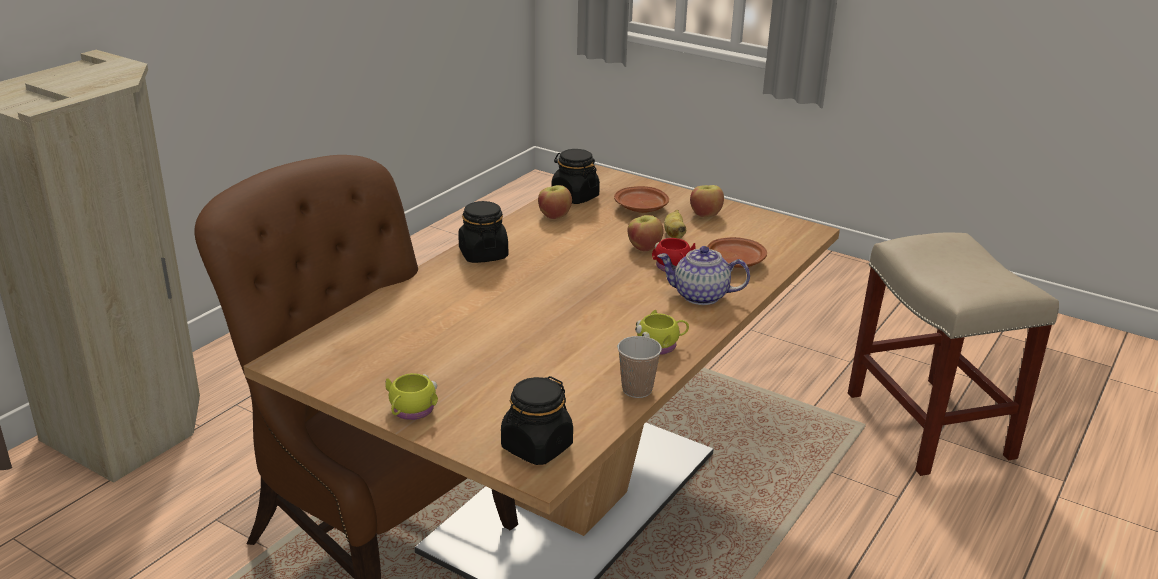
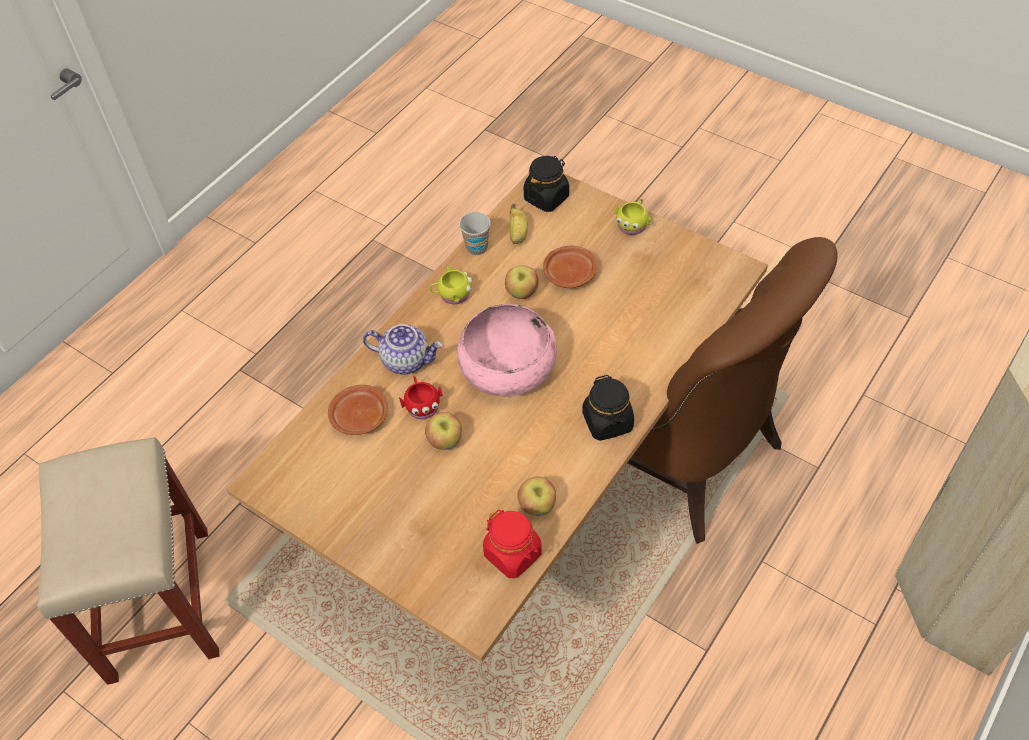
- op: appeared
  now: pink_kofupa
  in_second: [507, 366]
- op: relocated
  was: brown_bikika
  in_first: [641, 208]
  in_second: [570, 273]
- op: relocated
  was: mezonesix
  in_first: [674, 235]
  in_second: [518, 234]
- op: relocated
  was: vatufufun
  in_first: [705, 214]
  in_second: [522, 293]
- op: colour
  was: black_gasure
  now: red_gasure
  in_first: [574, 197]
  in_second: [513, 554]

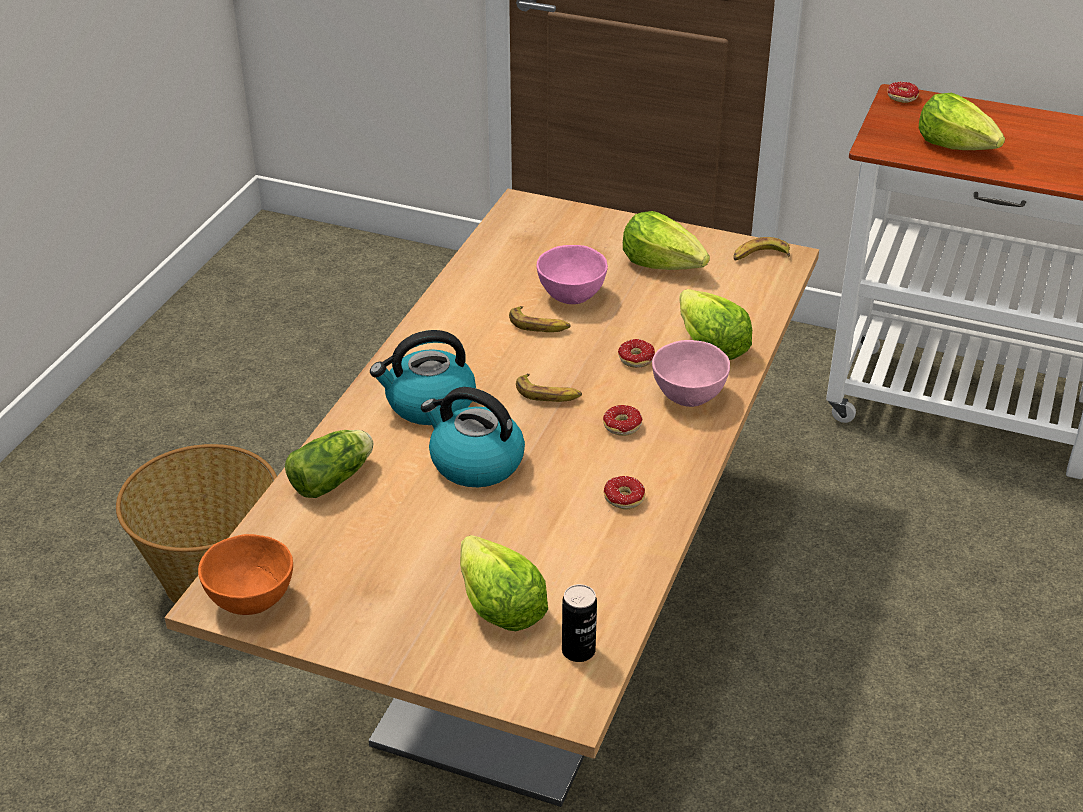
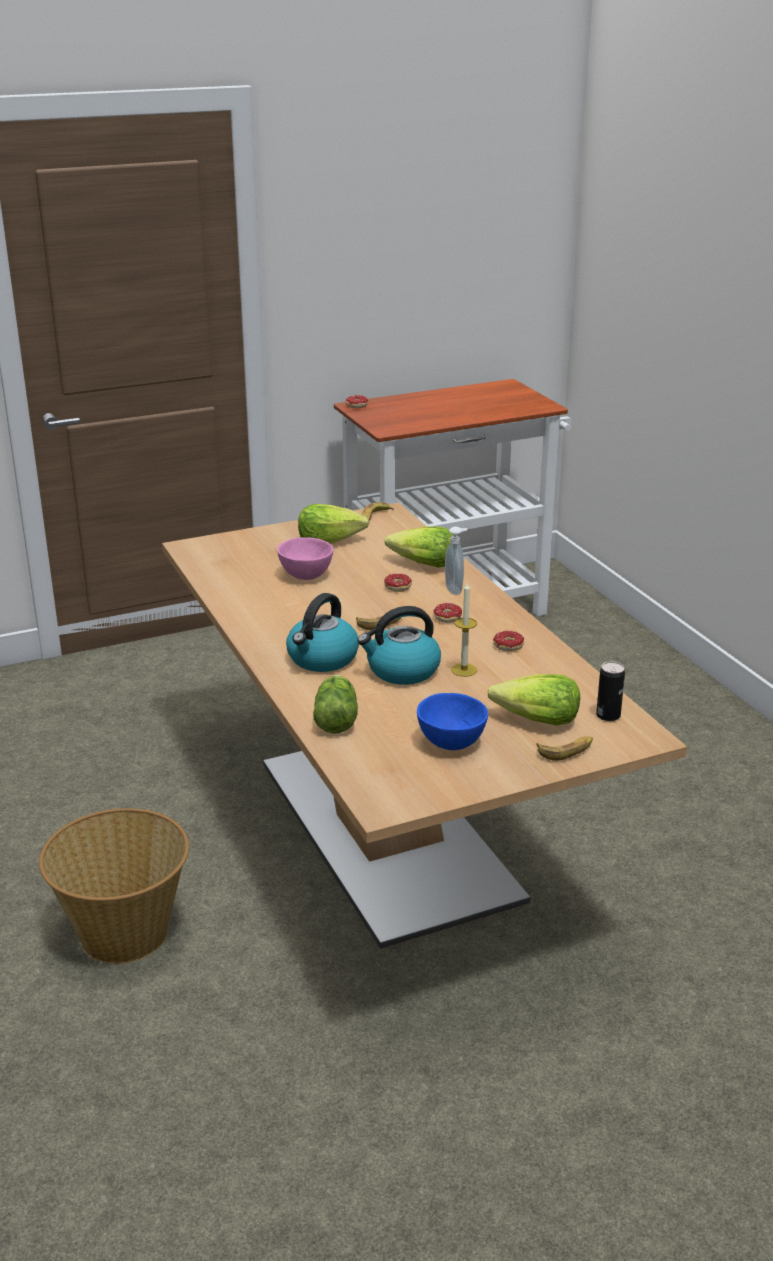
- op: missing
  was: orange_kofupa
  in_first: [250, 600]
- op: missing
  was: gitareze
  in_first: [956, 146]
- op: appeared
  now: blue_kofupa
  in_second: [450, 742]
- op: appeared
  now: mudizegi
  in_second: [464, 670]
- op: relocated
  was: mezonesix
  in_first: [539, 325]
  in_second: [566, 751]
- op: exchanged
  was: pink_kofupa
  now: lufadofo
  in_first: [689, 396]
  in_second: [455, 590]

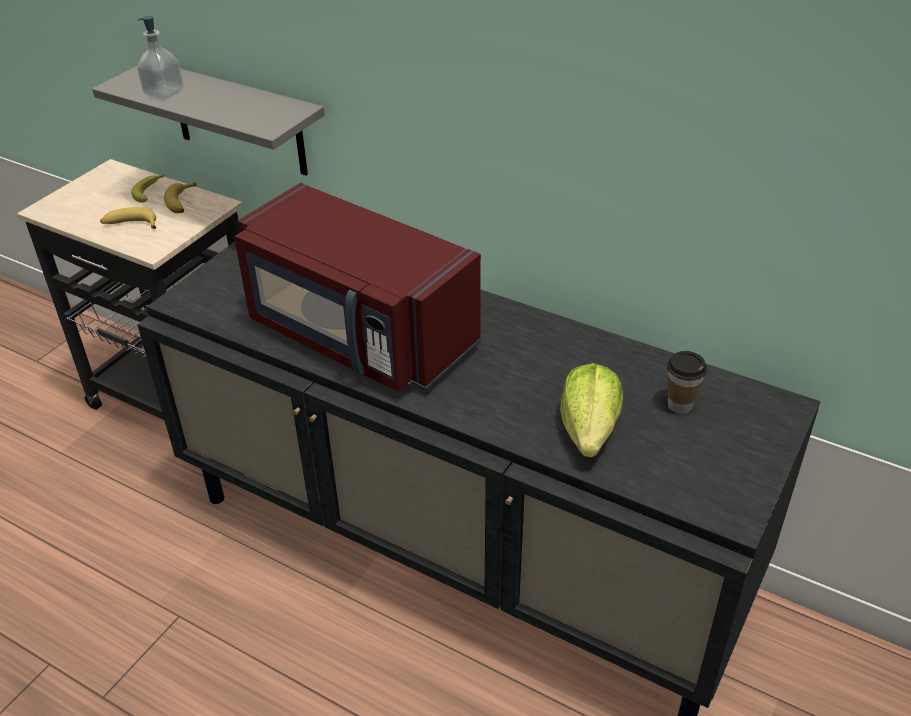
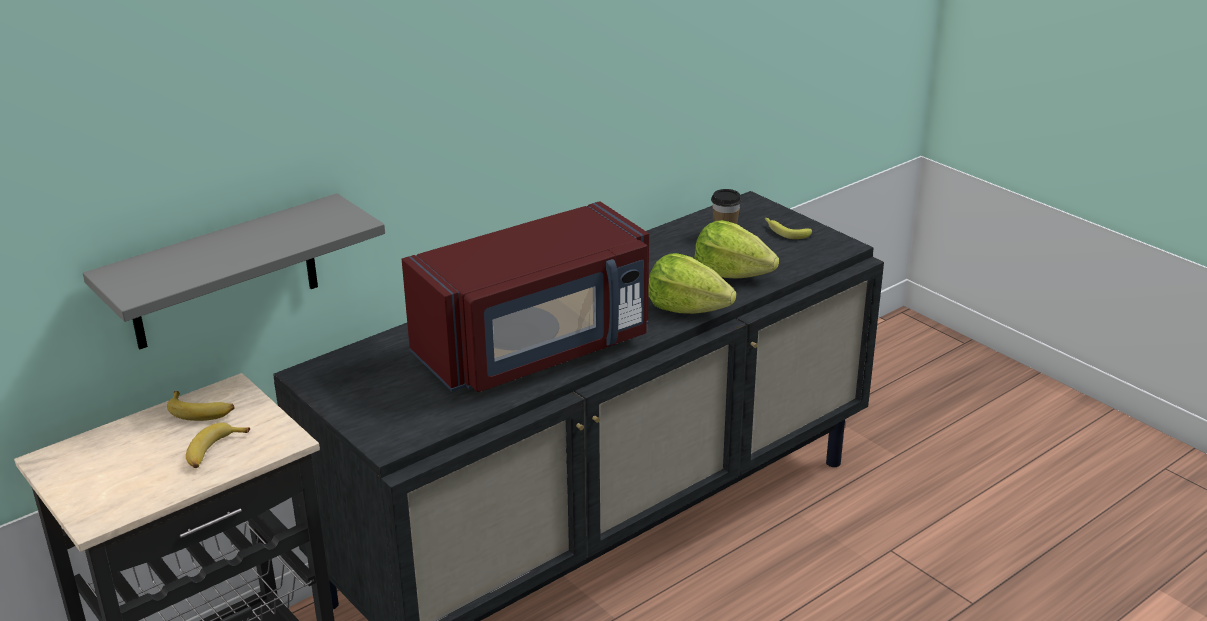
- op: missing
  was: lufadofo
  in_first: [164, 93]
- op: appeared
  now: gitareze
  in_second: [687, 308]
- op: relocated
  was: mezonesix
  in_first: [151, 191]
  in_second: [785, 231]

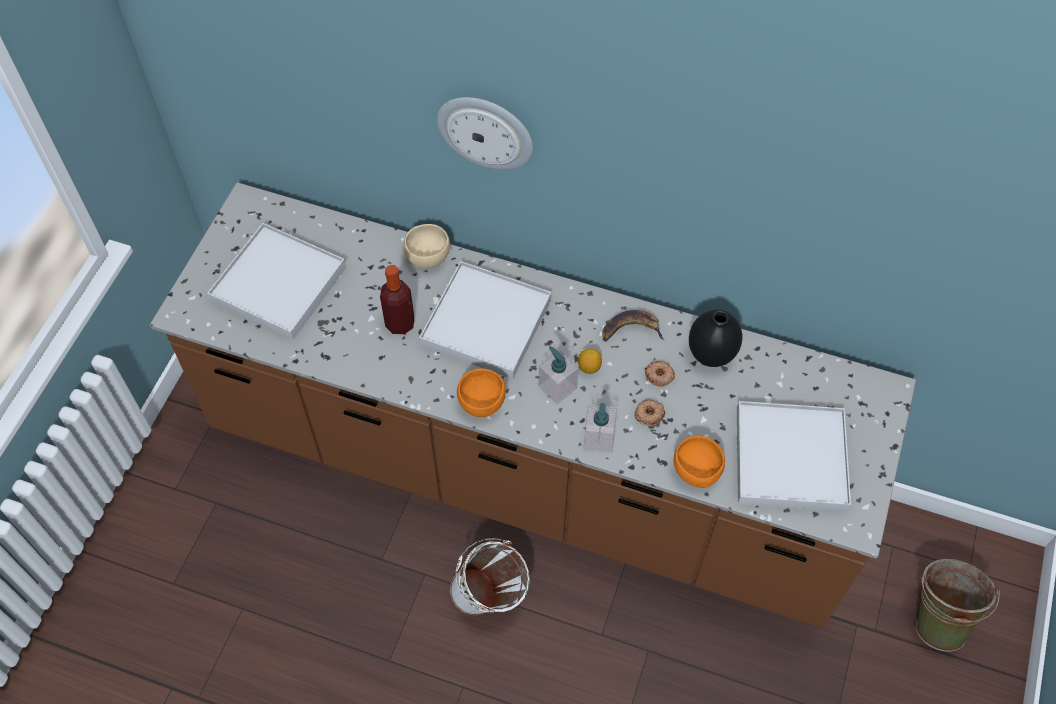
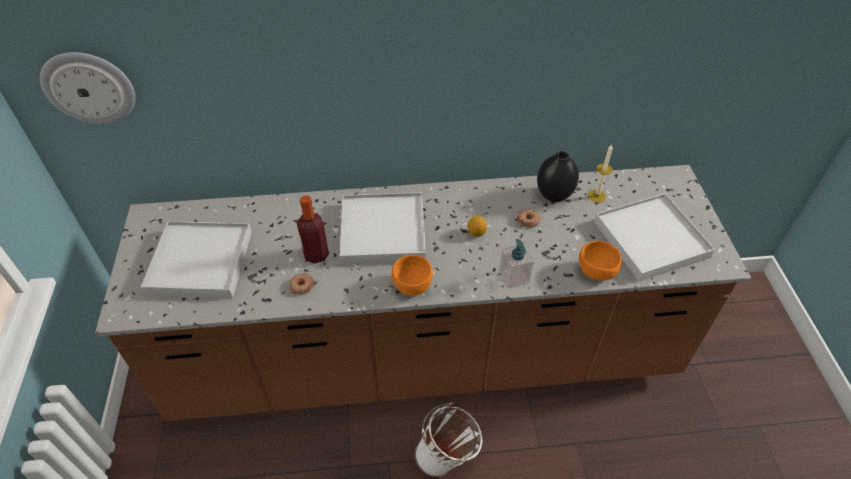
- op: missing
  was: beige_kofupa
  in_first: [427, 257]
- op: missing
  was: lufadofo
  in_first: [557, 387]
- op: missing
  was: mezonesix
  in_first: [631, 330]
- op: missing
  was: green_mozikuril
  in_first: [938, 617]
- op: appeared
  now: mudizegi
  in_second: [596, 196]
- op: relocated
  was: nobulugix
  in_first: [486, 131]
  in_second: [89, 87]
- op: relocated
  was: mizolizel
  in_first: [649, 414]
  in_second: [301, 286]

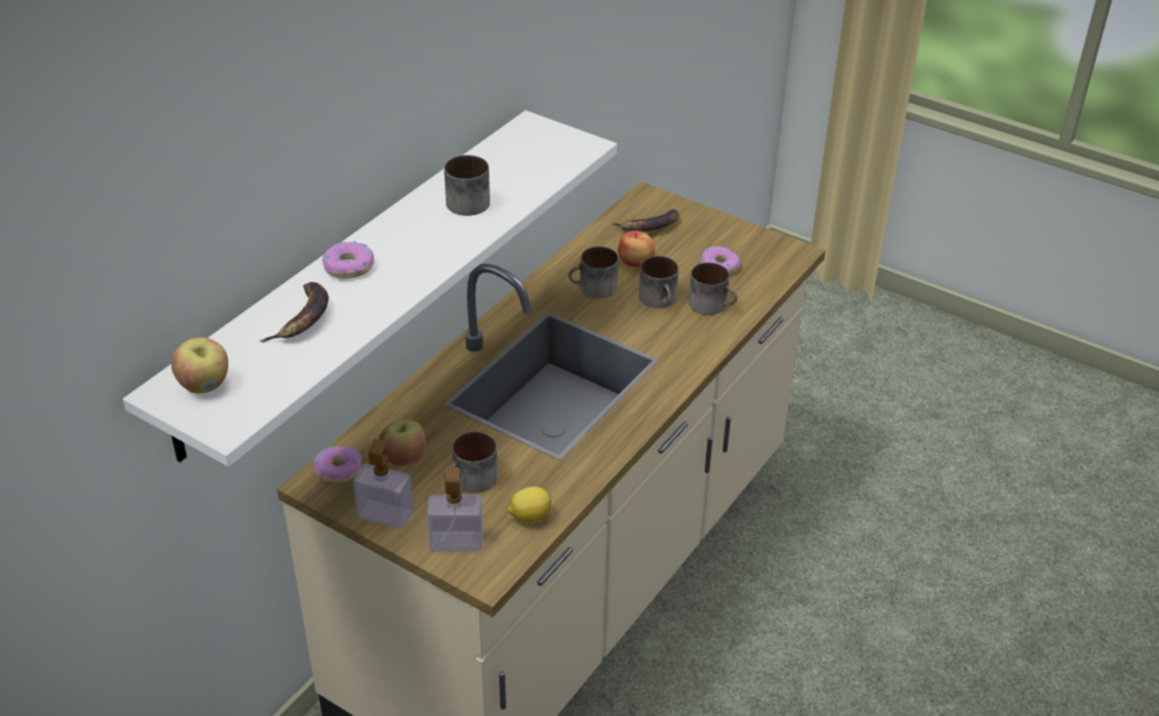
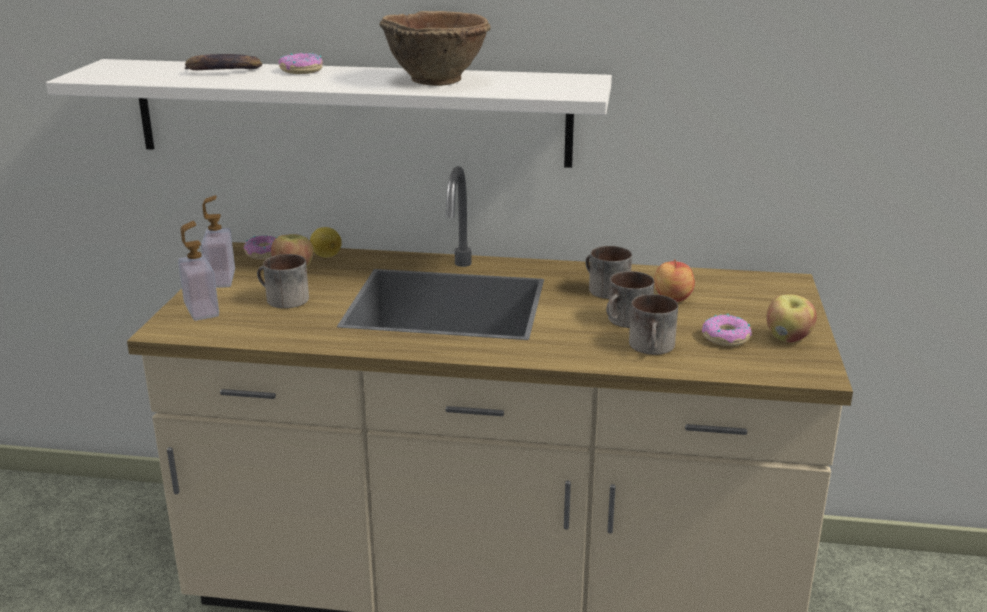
- op: missing
  was: mezonesix
  in_first: [649, 227]
- op: relocated
  was: vatufufun
  in_first: [205, 385]
  in_second: [788, 338]
- op: relocated
  was: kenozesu
  in_first: [529, 517]
  in_second: [326, 255]
- op: exchanged
  was: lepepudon
  now: brown_kofupa
  in_first: [467, 200]
  in_second: [436, 80]

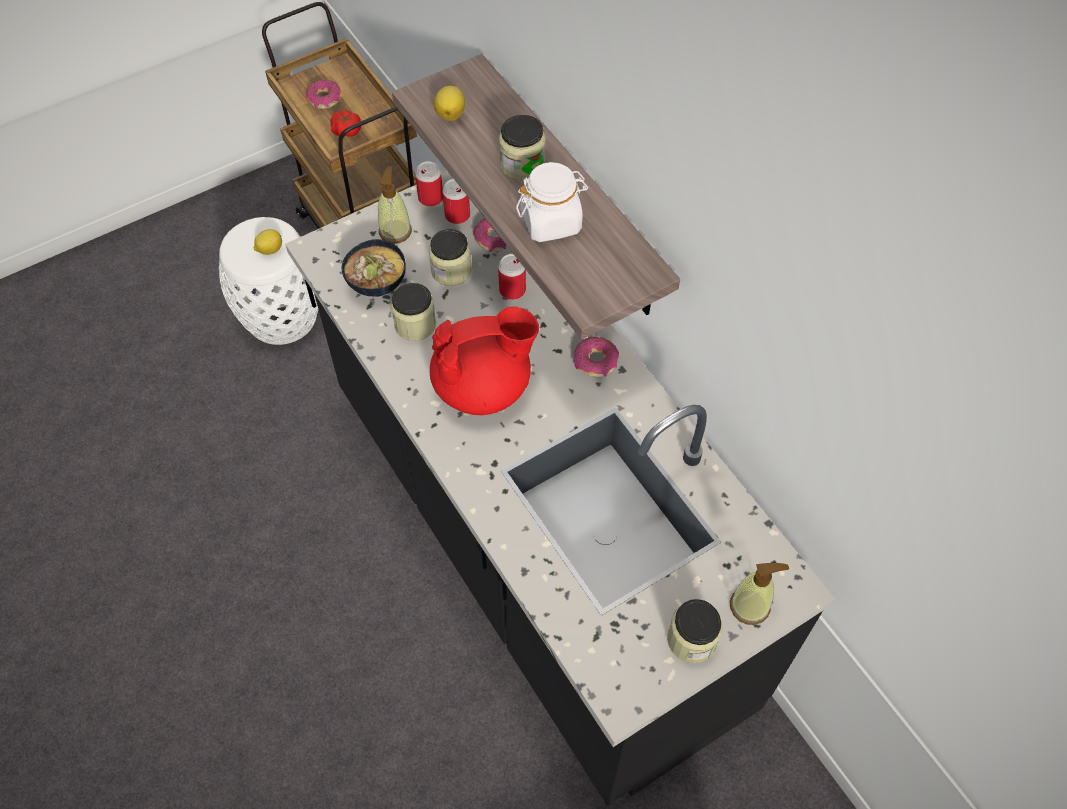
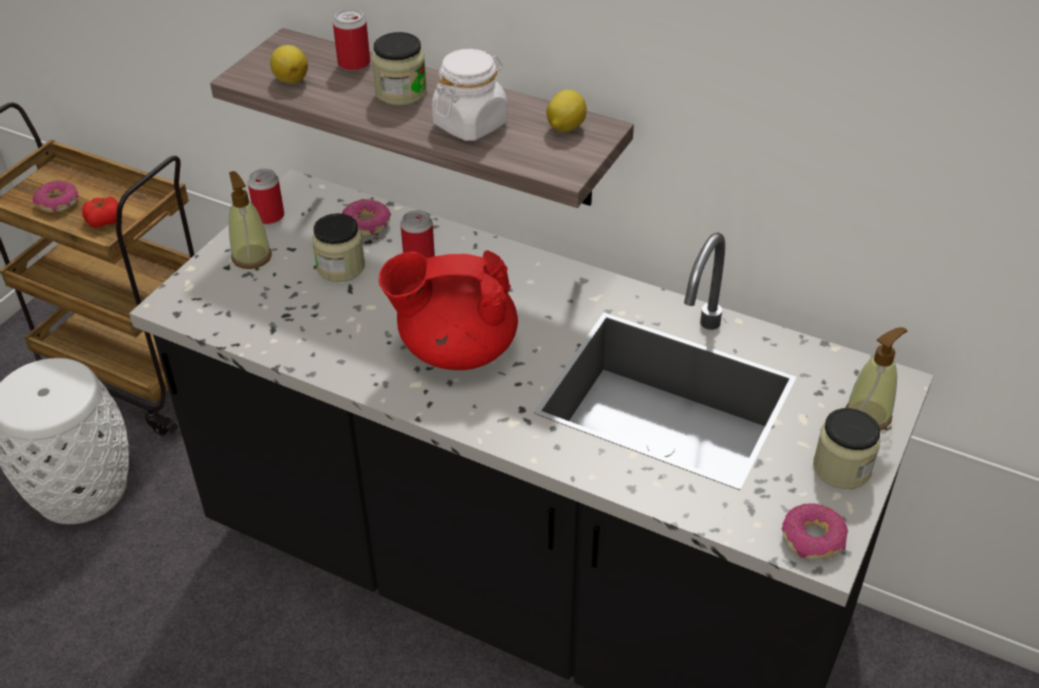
- op: missing
  was: kofupa
  in_first: [376, 284]
- op: missing
  was: gasure
  in_first: [415, 324]
- op: relocated
  was: kenozesu
  in_first: [269, 250]
  in_second: [565, 127]
- op: relocated
  was: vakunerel
  in_first: [457, 215]
  in_second: [354, 64]
- op: relocated
  was: mizolizel
  in_first: [595, 362]
  in_second: [813, 539]
- op: spun
  was: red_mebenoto
  in_first: [484, 386]
  in_second: [455, 349]
  clockwise: -135

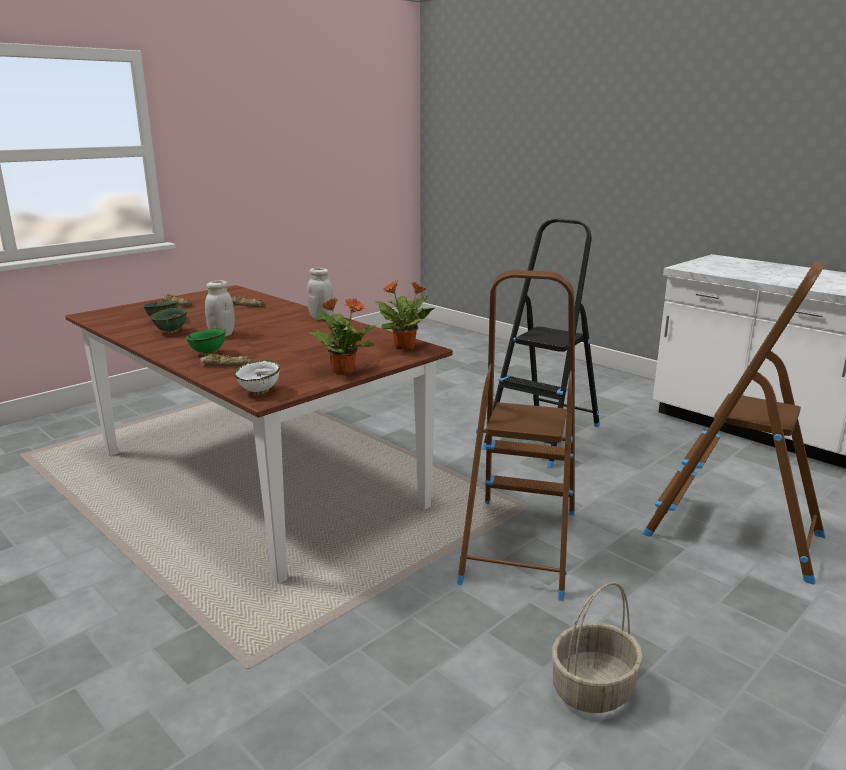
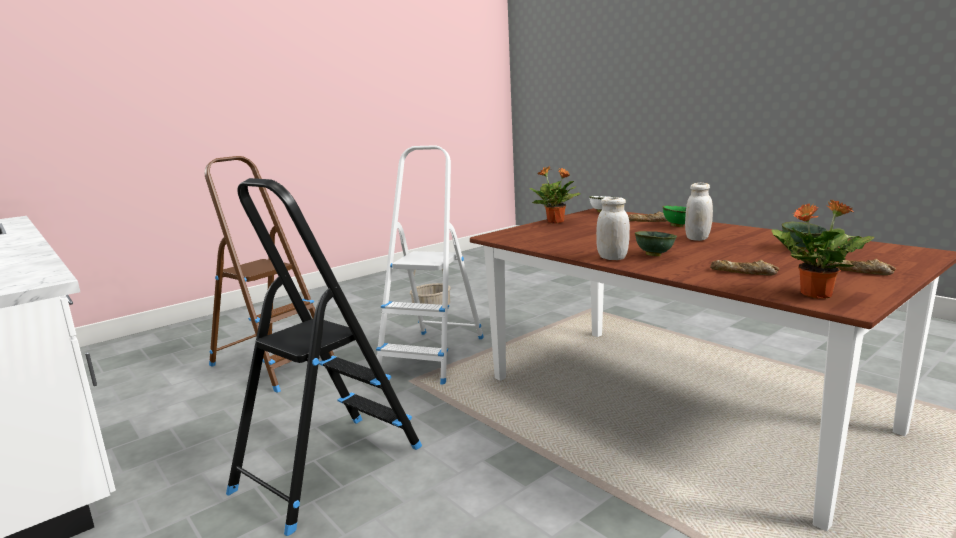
- op: relocated
  was: green_kofupa
  in_first: [171, 332]
  in_second: [653, 255]
- op: relocated
  was: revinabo
  in_first: [405, 347]
  in_second: [814, 294]
- op: colour
  was: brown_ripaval
  now: white_ripaval
  in_first: [520, 543]
  in_second: [432, 356]

